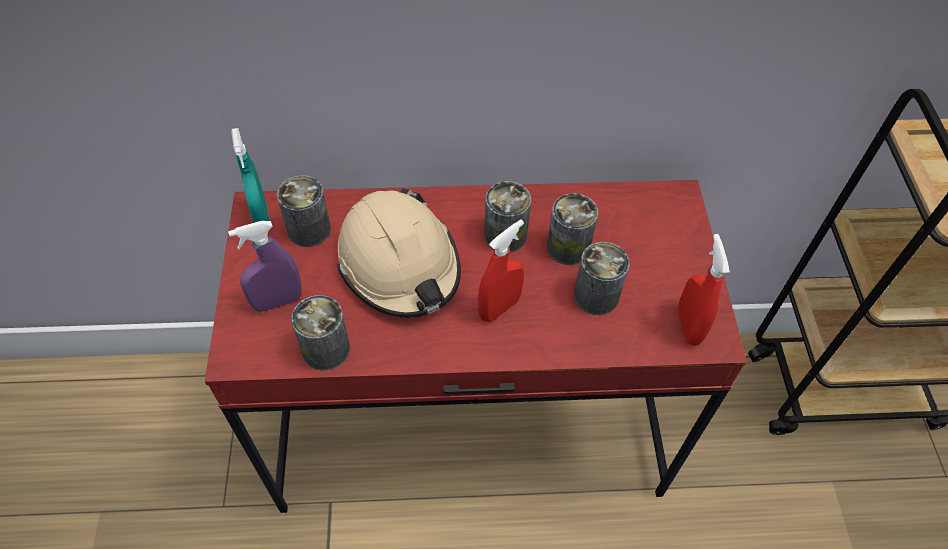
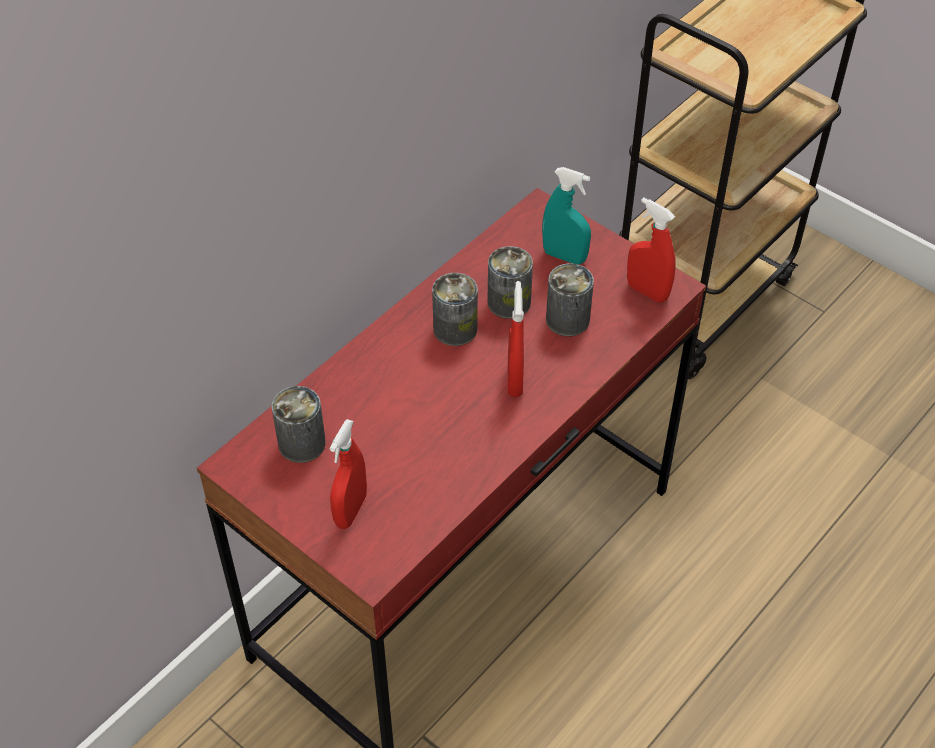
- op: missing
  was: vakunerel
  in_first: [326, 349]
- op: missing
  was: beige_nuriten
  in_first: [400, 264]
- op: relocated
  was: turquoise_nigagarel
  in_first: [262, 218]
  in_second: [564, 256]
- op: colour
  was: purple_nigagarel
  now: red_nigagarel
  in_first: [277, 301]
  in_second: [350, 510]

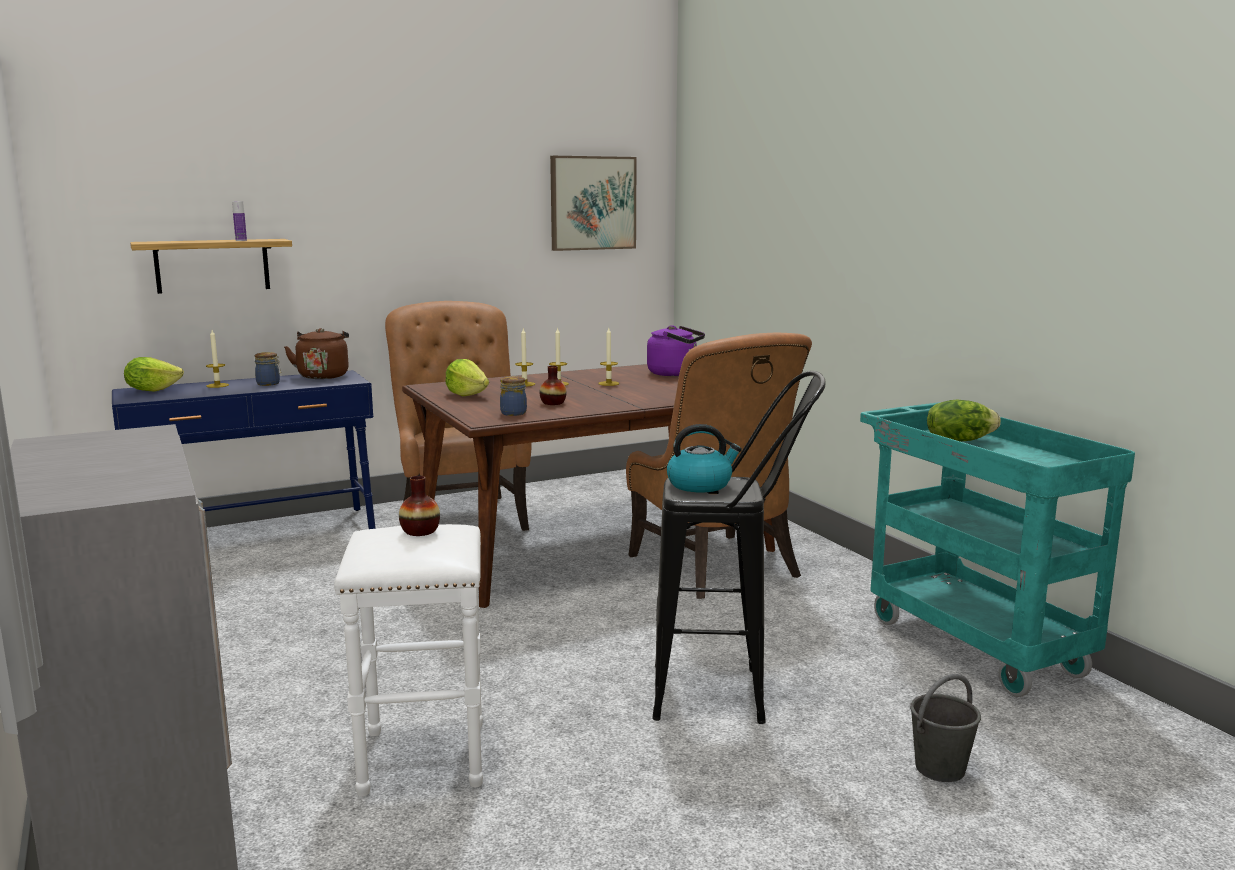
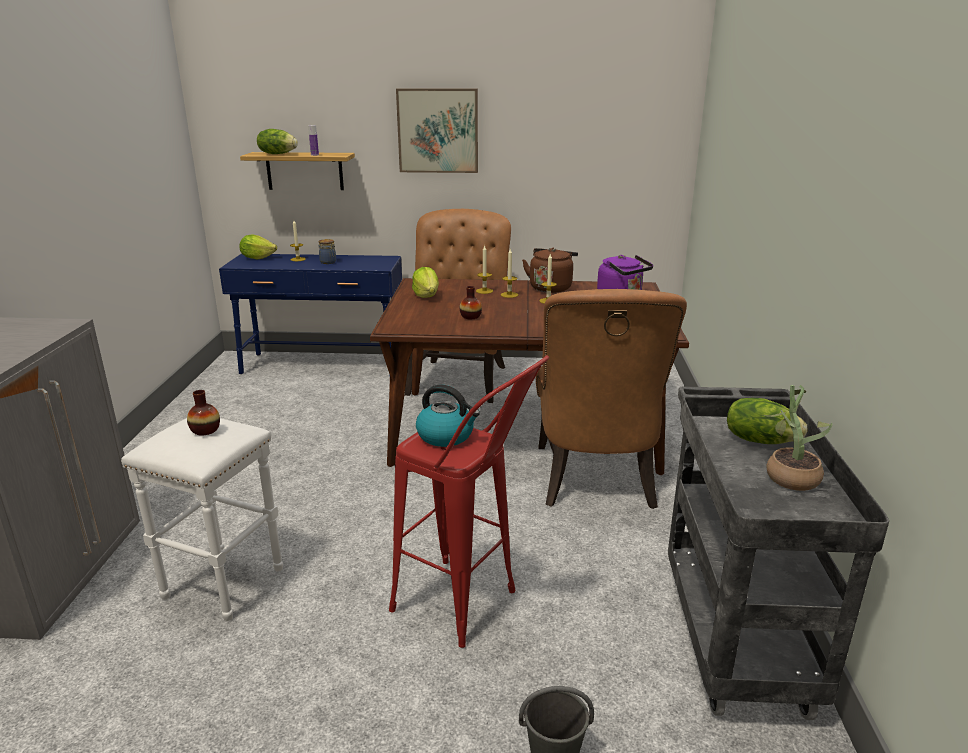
- op: missing
  was: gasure
  in_first: [513, 413]
- op: appeared
  now: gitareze
  in_second: [277, 154]
- op: appeared
  now: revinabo
  in_second: [788, 475]
- op: relocated
  was: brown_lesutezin
  in_first: [323, 376]
  in_second: [551, 287]
- op: relocated
  was: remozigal
  in_first: [592, 203]
  in_second: [438, 131]
- op: colour
  was: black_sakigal
  now: red_sakigal
  in_first: [730, 695]
  in_second: [469, 609]
- op: colour
  was: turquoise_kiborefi
  now: black_kiborefi
  in_first: [967, 644]
  in_second: [732, 634]

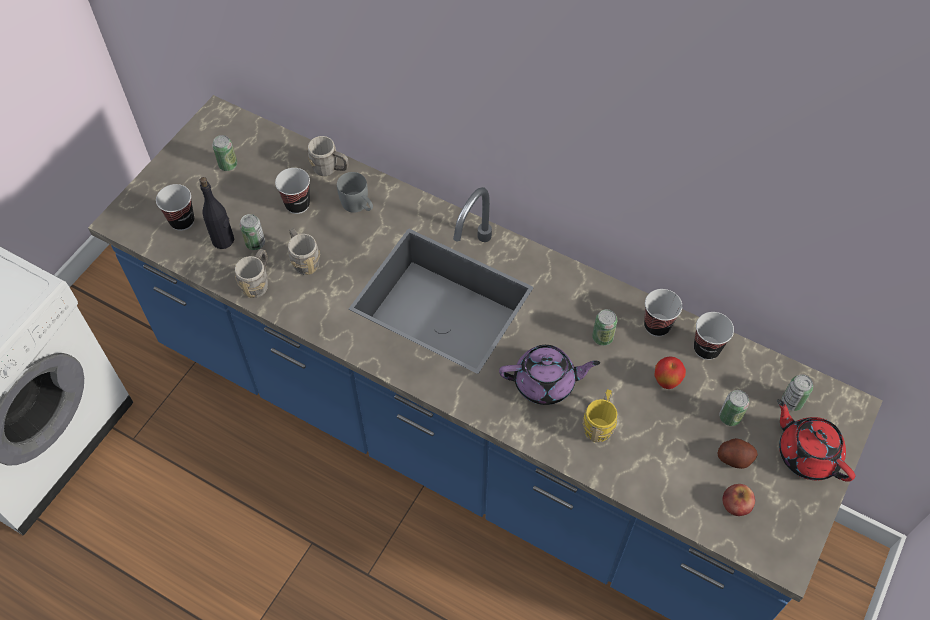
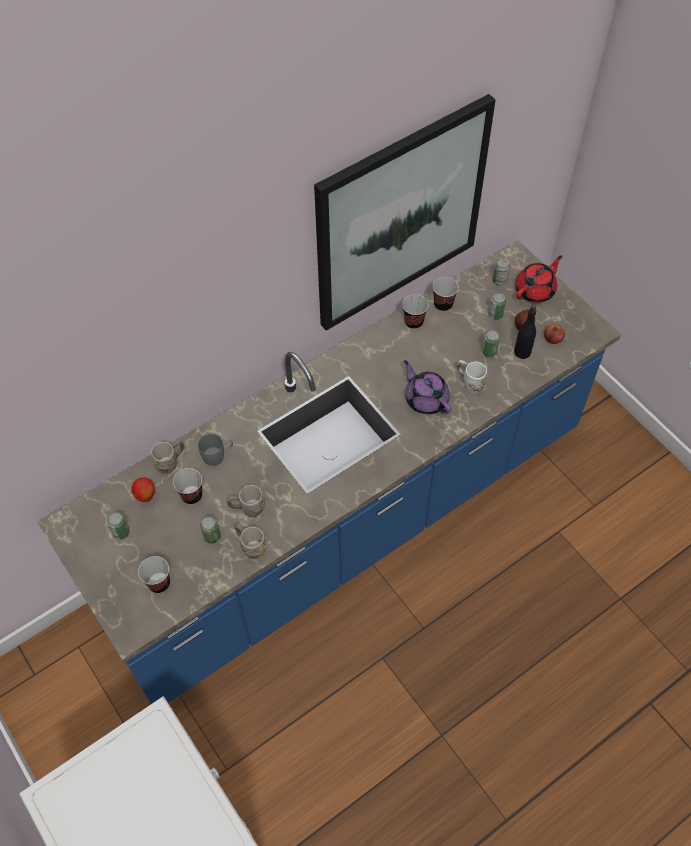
- op: appeared
  now: remozigal
  in_second: [400, 215]
- op: relocated
  was: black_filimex
  in_first: [223, 240]
  in_second: [522, 352]
- op: relocated
  was: vakunerel
  in_first: [602, 337]
  in_second: [489, 352]
- op: relocated
  was: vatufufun
  in_first: [666, 382]
  in_second: [146, 496]
- op: colour
  was: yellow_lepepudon
  now: white_lepepudon
  in_first: [599, 424]
  in_second: [469, 382]
- op: spun
  was: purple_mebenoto
  in_first: [545, 383]
  in_second: [426, 399]
  clockwise: -60
- op: spun
  was: red_mebenoto
  in_first: [806, 453]
  in_second: [535, 290]
  clockwise: 150

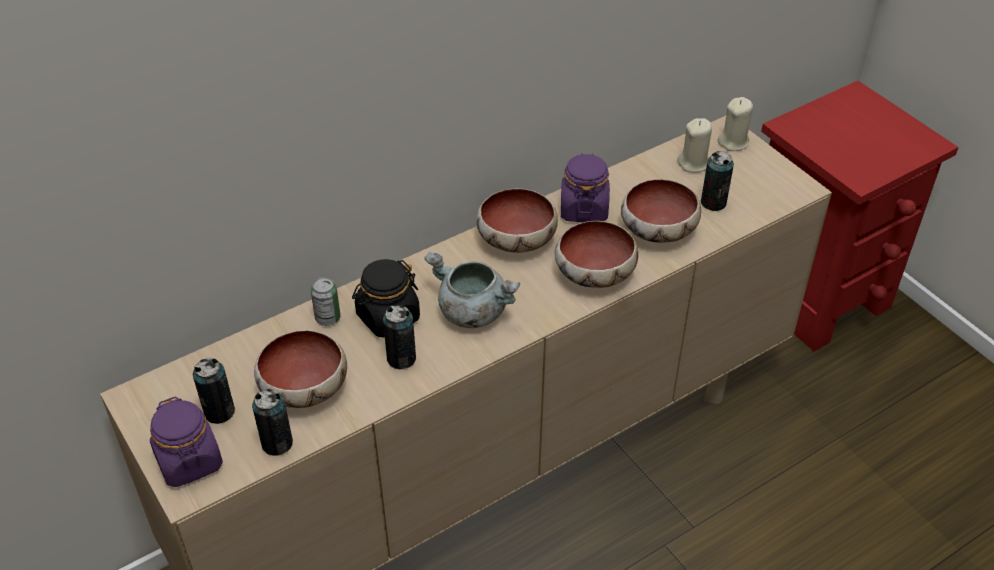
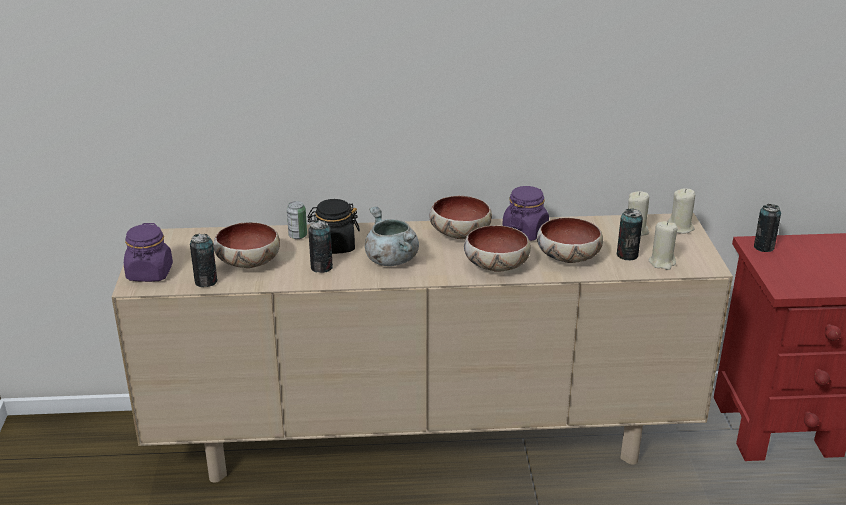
- op: appeared
  now: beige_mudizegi
  in_second: [662, 262]
- op: relocated
  was: vakunerel
  in_first: [219, 412]
  in_second: [763, 247]

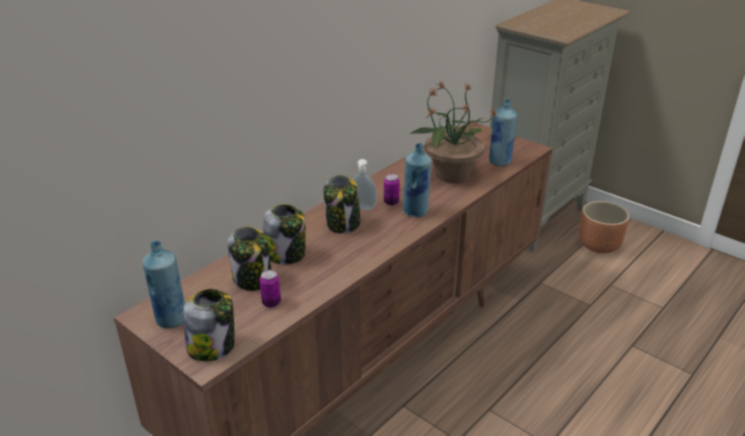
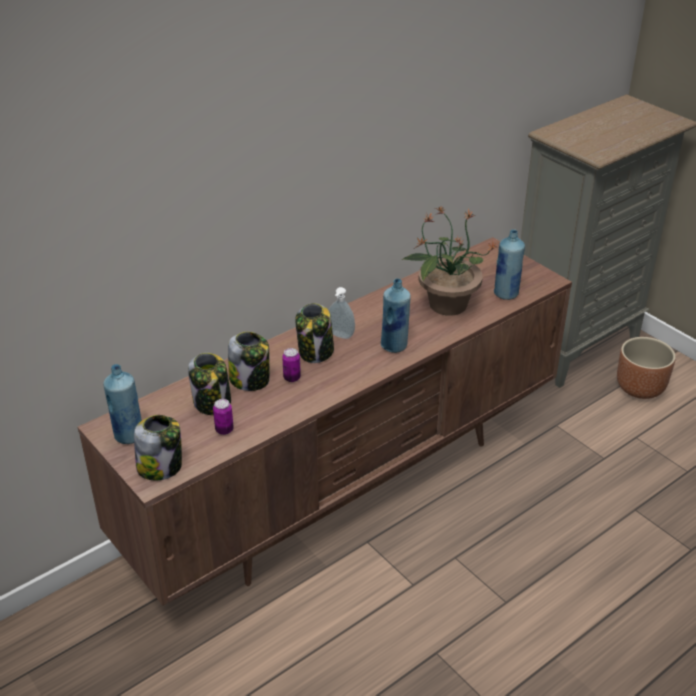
- op: relocated
  was: vakunerel
  in_first: [391, 202]
  in_second: [292, 378]

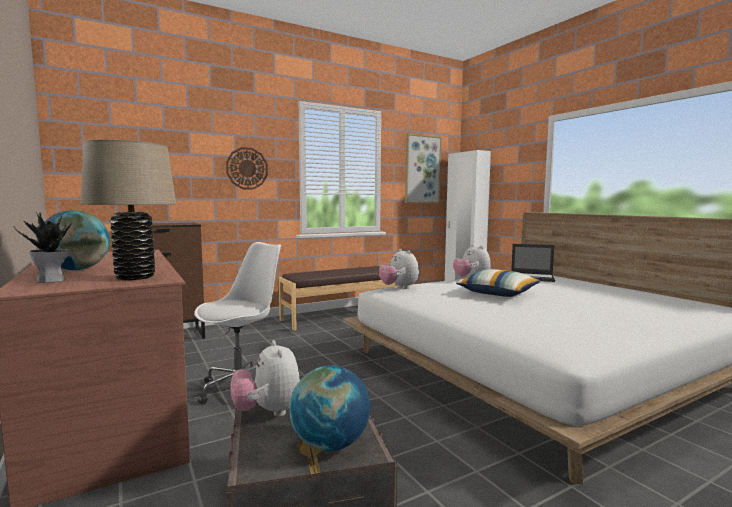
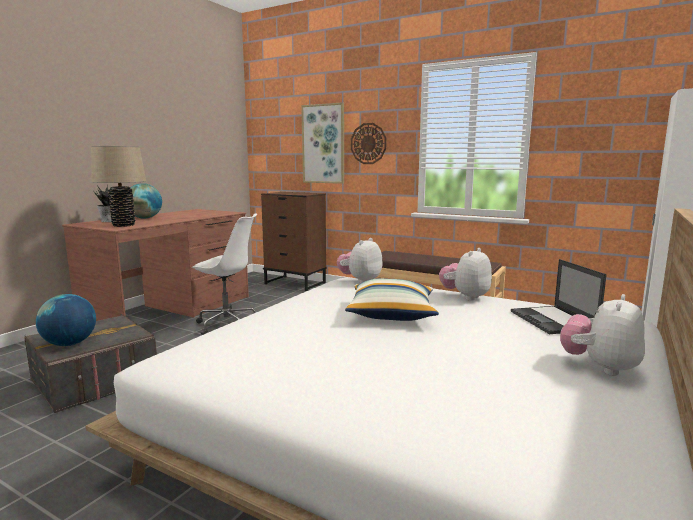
- op: relocated
  was: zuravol
  in_first: [268, 412]
  in_second: [600, 367]
- op: relocated
  was: remozigal
  in_first: [422, 169]
  in_second: [323, 144]

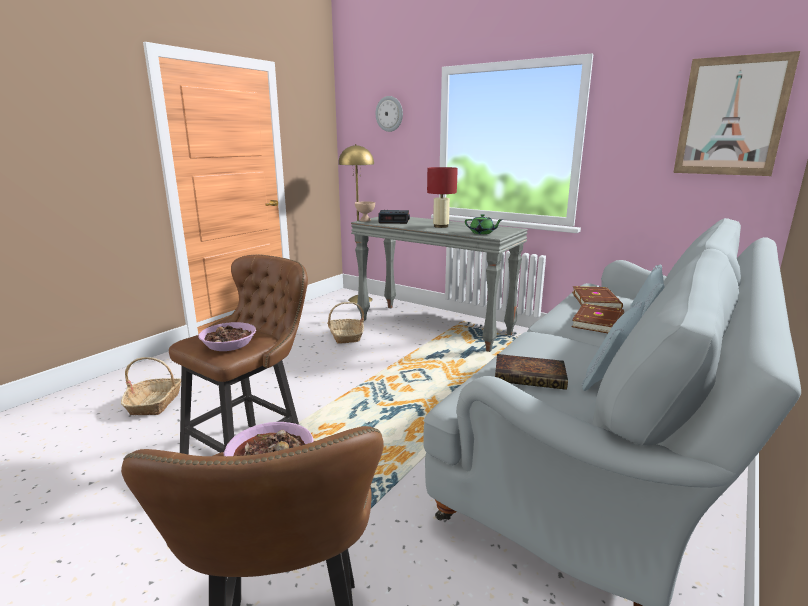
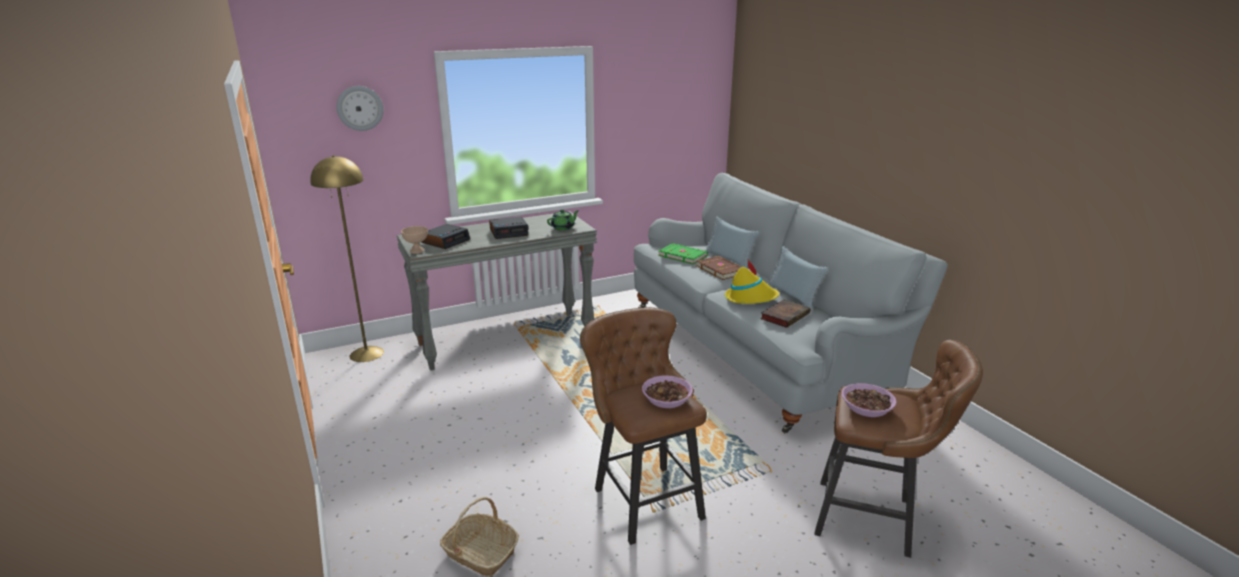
- op: missing
  was: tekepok
  in_first: [345, 336]
- op: missing
  was: remozigal
  in_first: [731, 117]
- op: appeared
  now: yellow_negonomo
  in_second: [751, 298]
- op: exchanged
  was: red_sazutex
  now: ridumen
  in_first: [441, 226]
  in_second: [509, 232]
- op: colour
  was: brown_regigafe
  now: green_regigafe
  in_first: [596, 300]
  in_second: [682, 255]

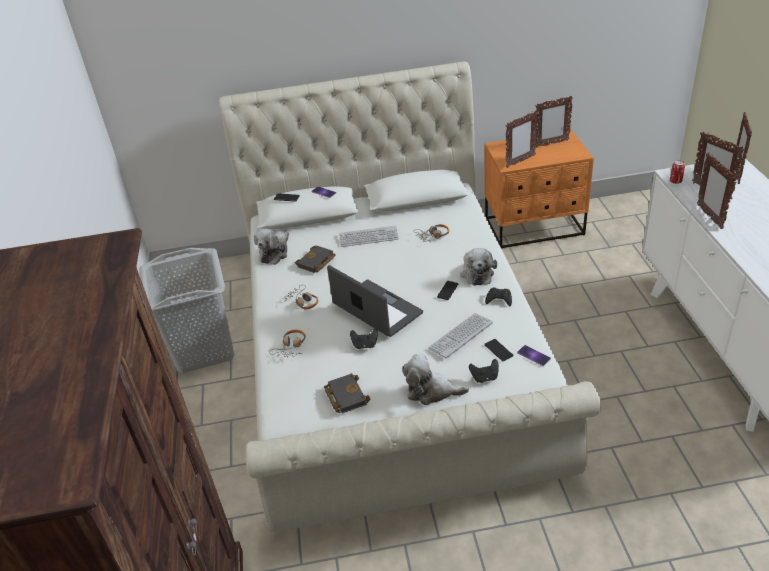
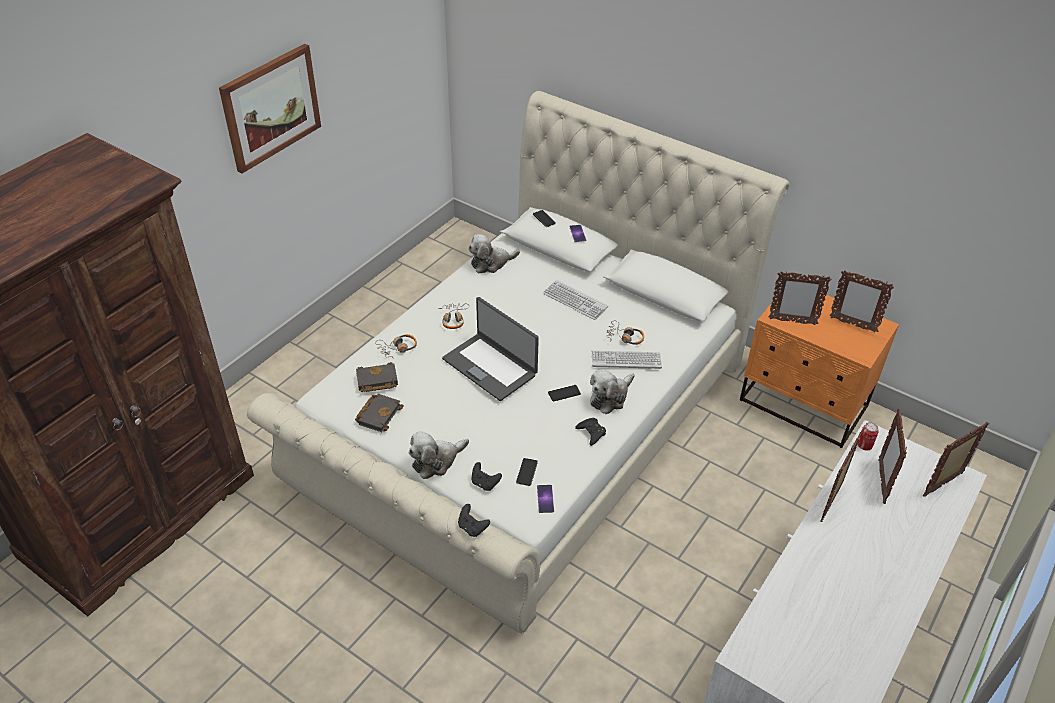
- op: missing
  was: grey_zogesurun
  in_first: [204, 349]
- op: appeared
  now: remozigal
  in_second: [271, 107]
- op: relocated
  was: black_regigafe
  in_first: [316, 262]
  in_second: [376, 381]
- op: relocated
  was: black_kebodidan
  in_first: [365, 345]
  in_second: [472, 528]
- op: relocated
  was: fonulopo
  in_first: [460, 336]
  in_second: [626, 360]
- op: spun
  was: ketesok
  in_first: [376, 309]
  in_second: [490, 366]
  clockwise: 135
- op: spun
  was: zuravol
  in_first: [431, 391]
  in_second: [436, 461]
  clockwise: -90

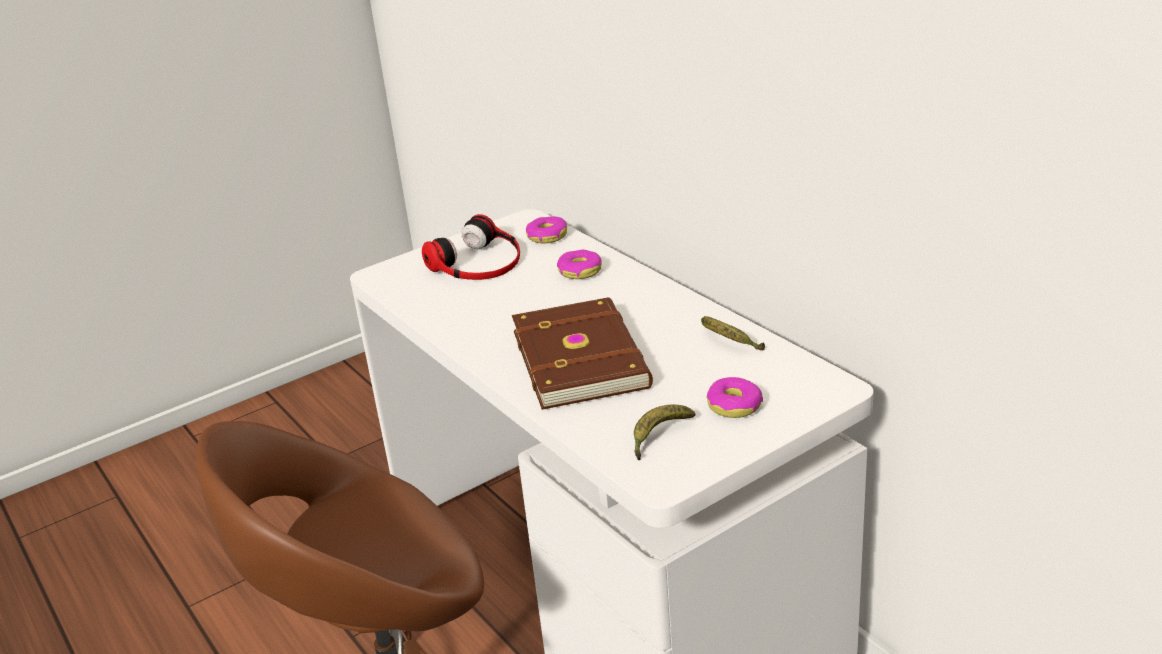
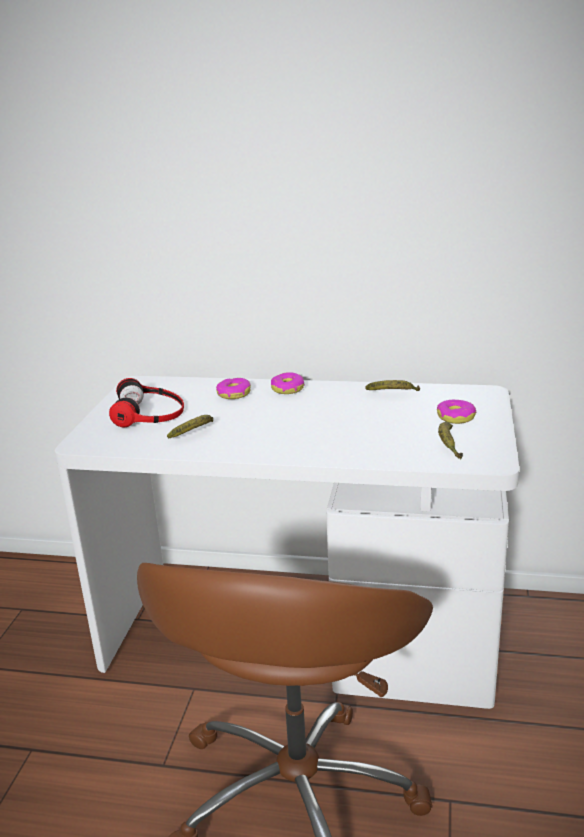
- op: missing
  was: brown_regigafe
  in_first: [582, 357]
- op: appeared
  now: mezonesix
  in_second: [195, 432]
- op: relocated
  was: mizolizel
  in_first: [547, 236]
  in_second: [287, 389]

